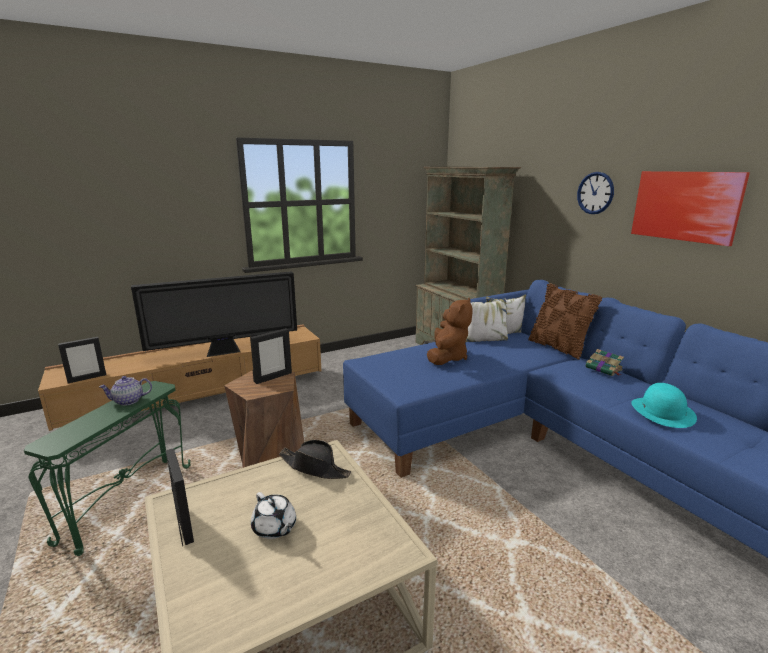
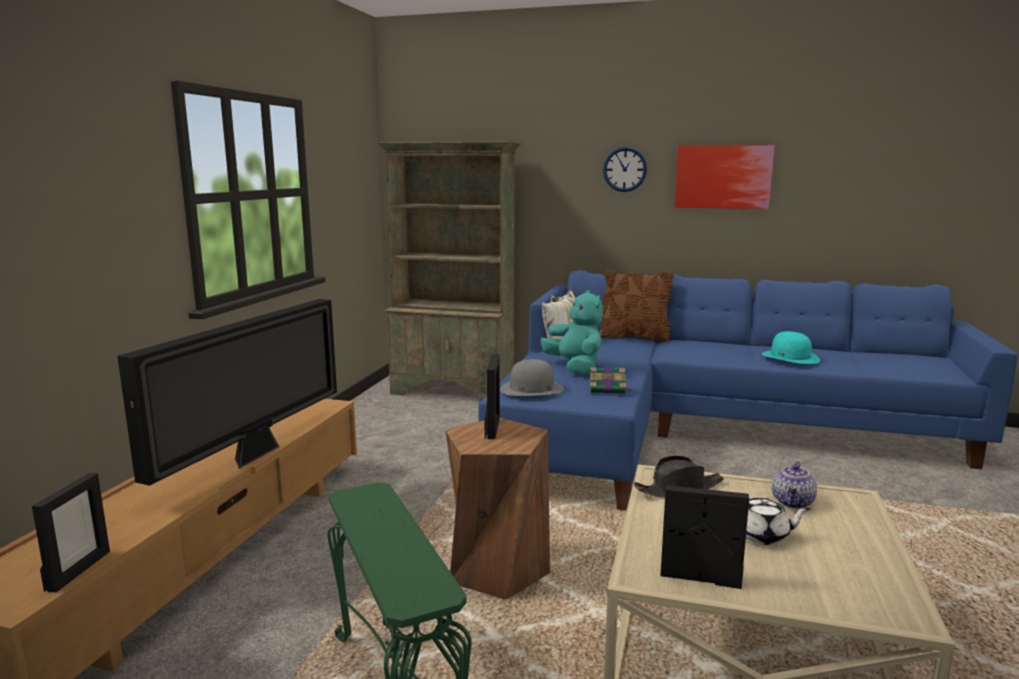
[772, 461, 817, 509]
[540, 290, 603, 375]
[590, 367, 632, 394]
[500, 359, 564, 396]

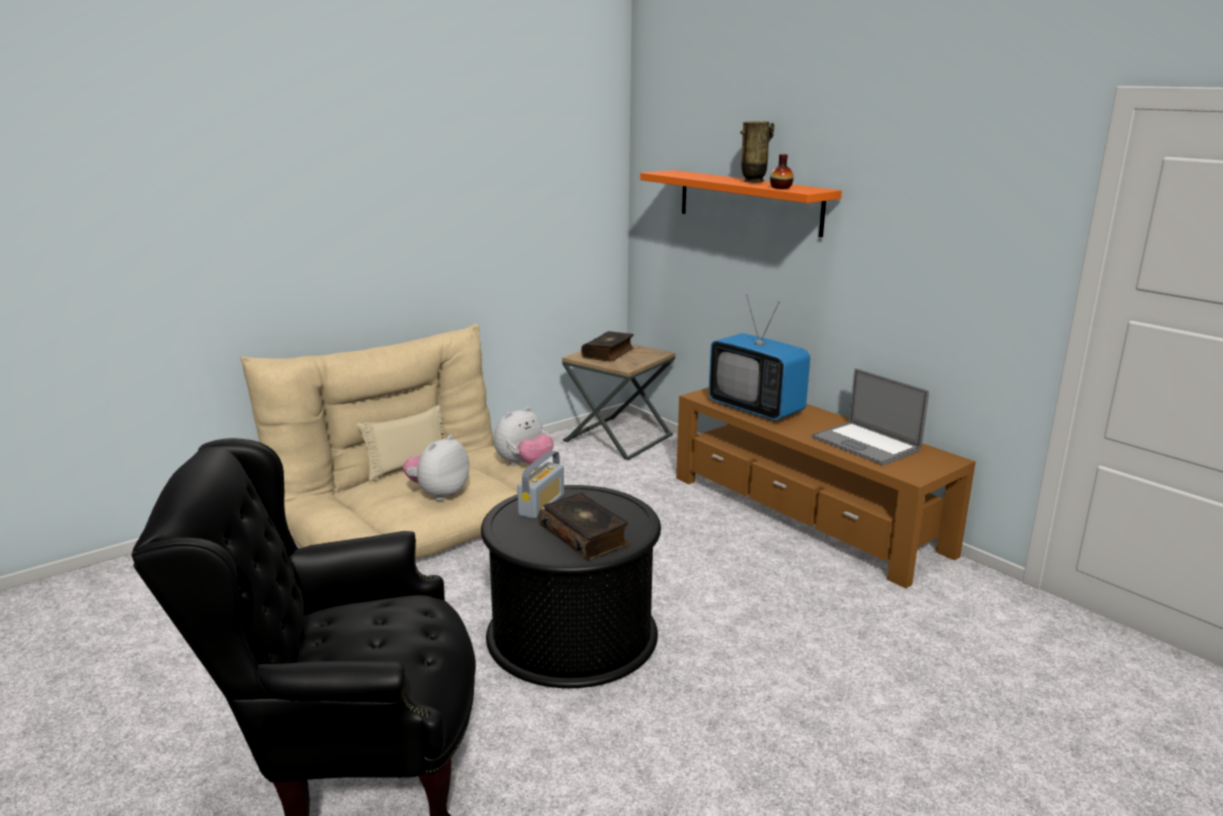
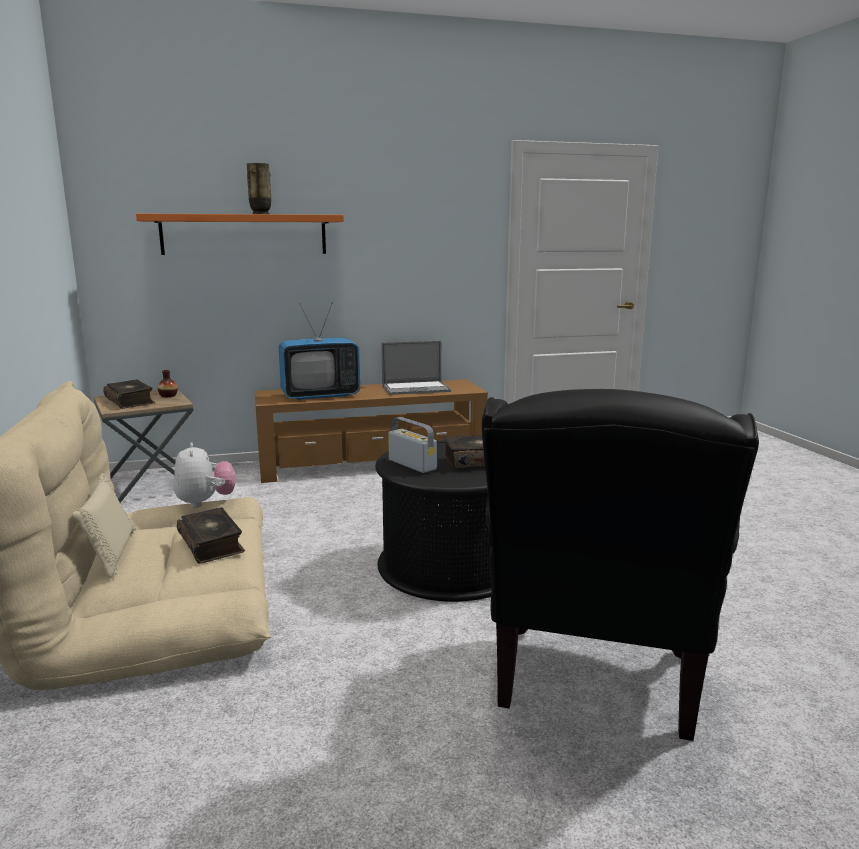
[177, 507, 245, 564]
[158, 370, 178, 397]

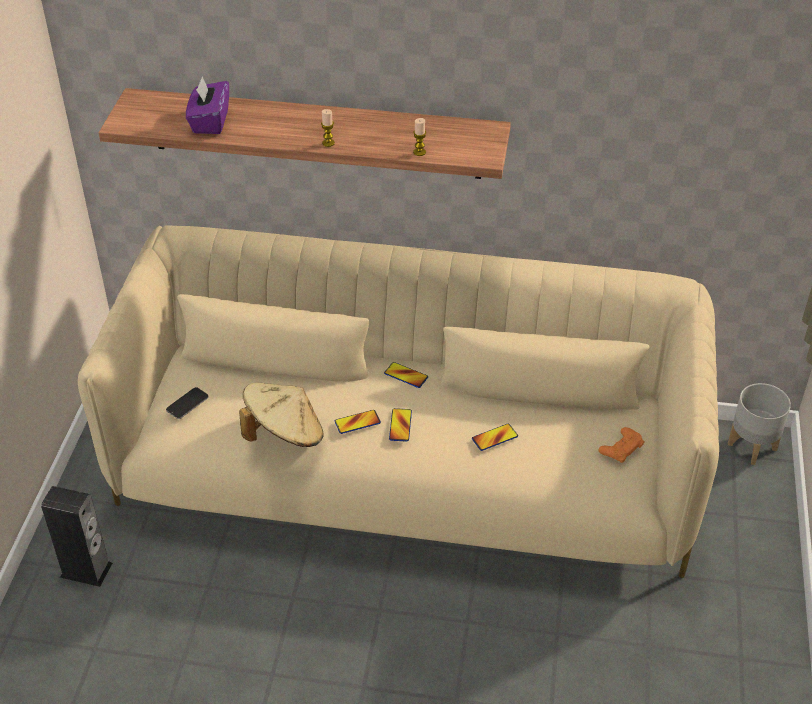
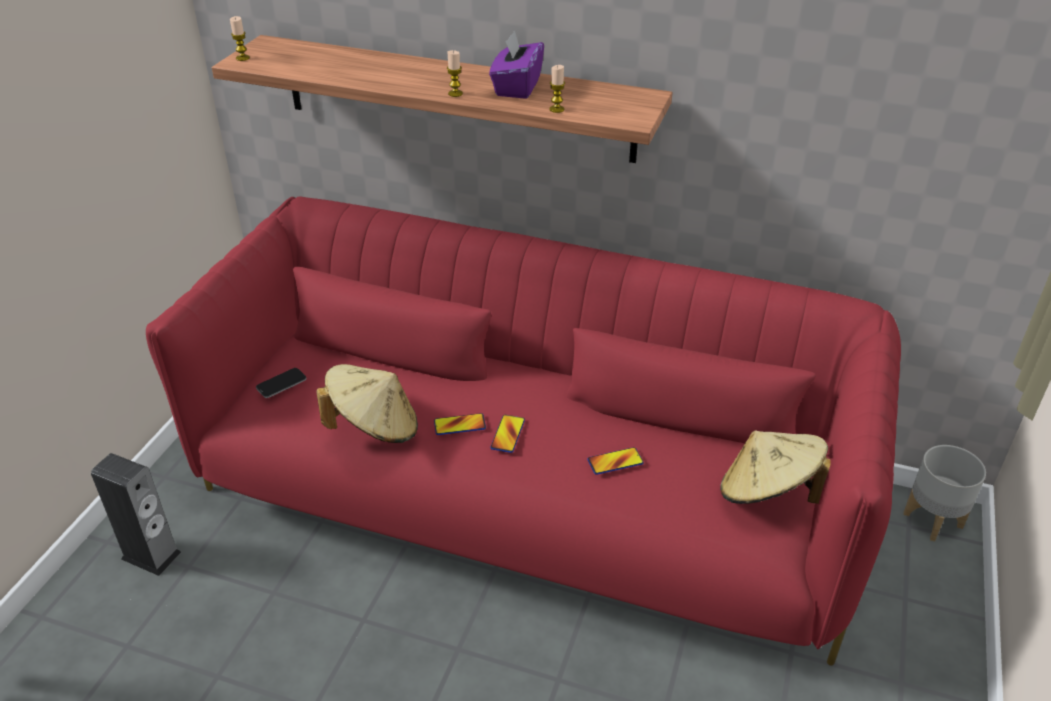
[146, 196, 901, 666]
[489, 30, 544, 99]
[384, 362, 428, 388] (first image)
[720, 430, 831, 504]
[230, 16, 250, 61]

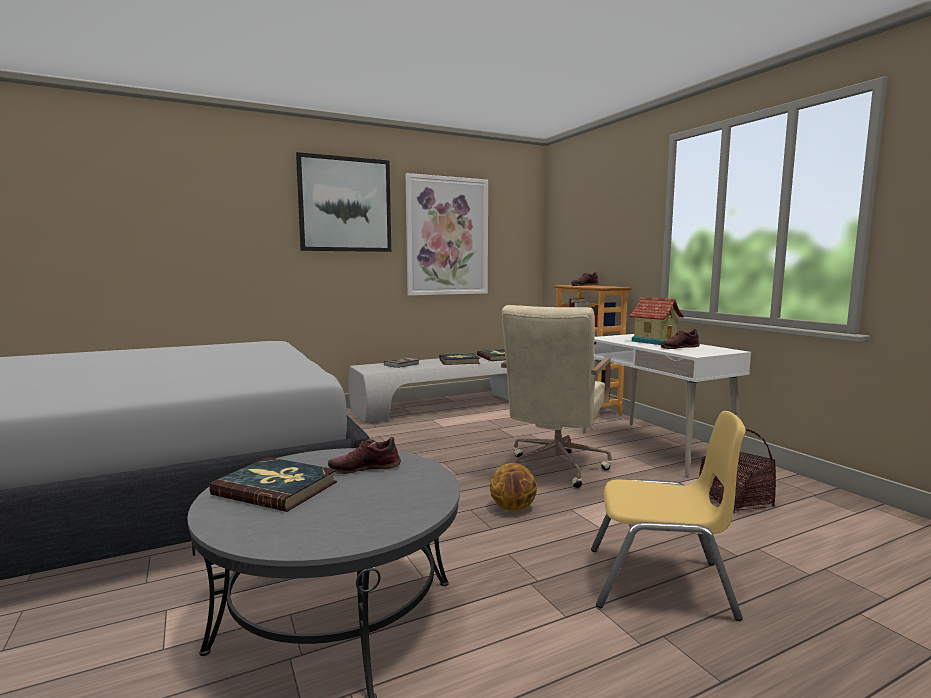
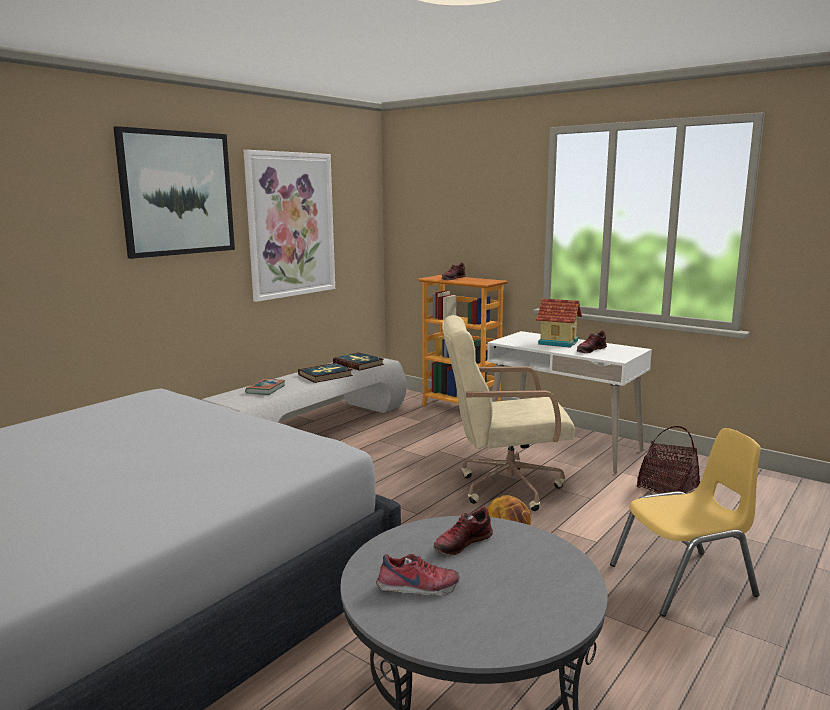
[376, 553, 460, 596]
[442, 315, 575, 511]

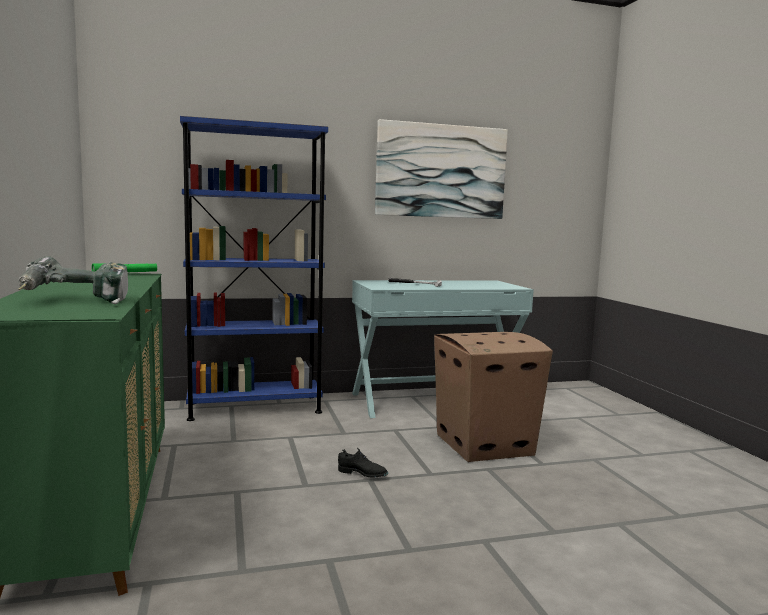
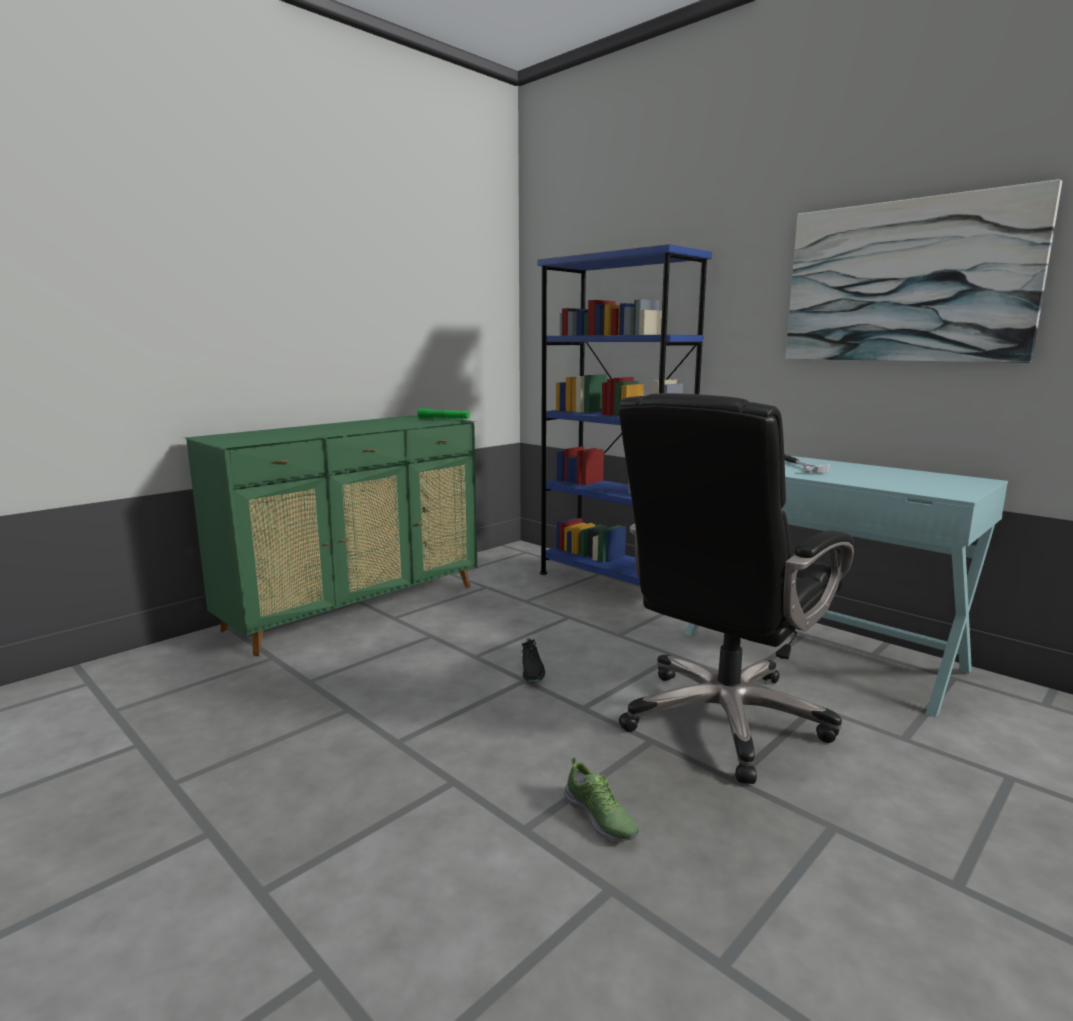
[18, 256, 128, 304] (first image)
[619, 393, 854, 784]
[564, 758, 639, 842]

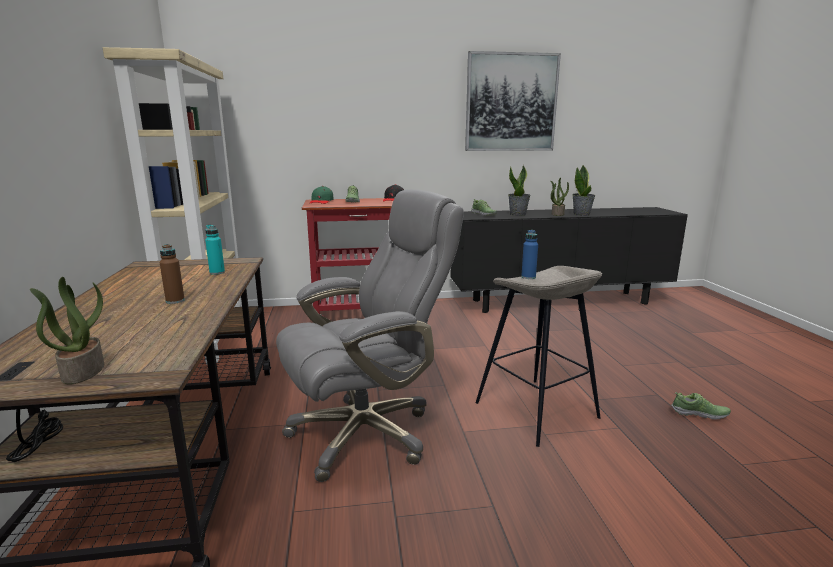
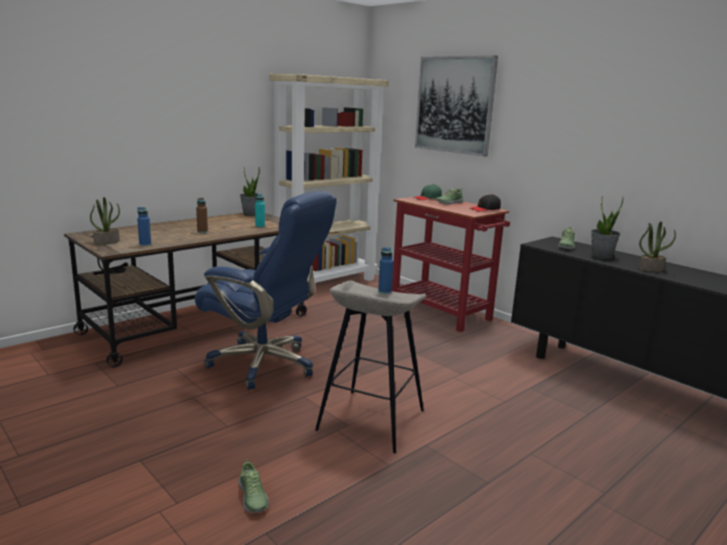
[195, 191, 337, 390]
[415, 56, 498, 157]
[240, 166, 260, 216]
[238, 459, 269, 513]
[137, 207, 151, 246]

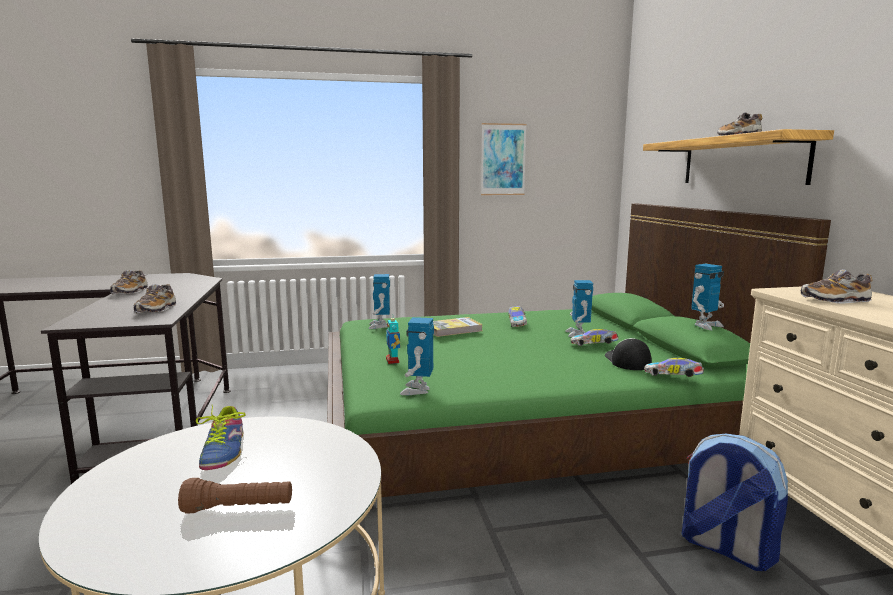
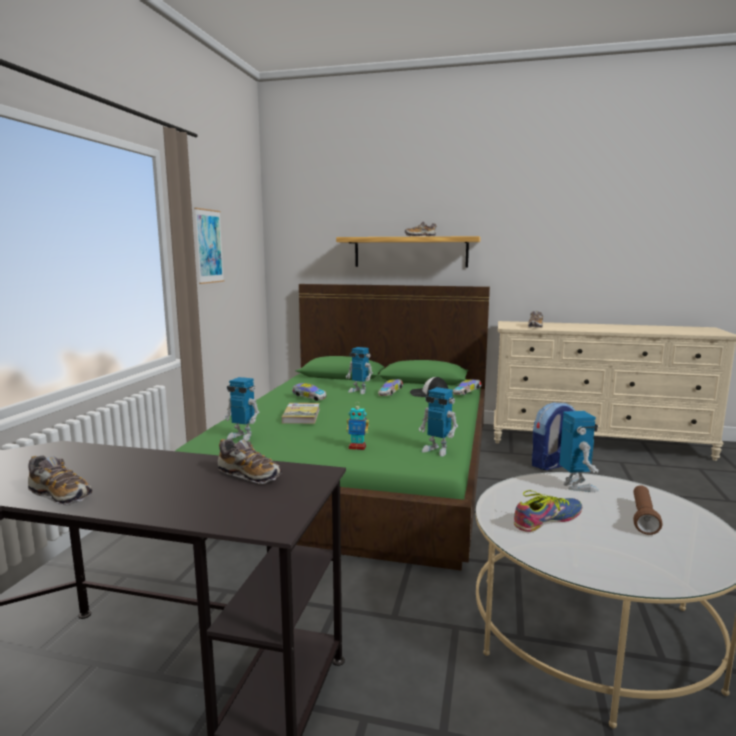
[514, 490, 582, 532]
[559, 411, 599, 492]

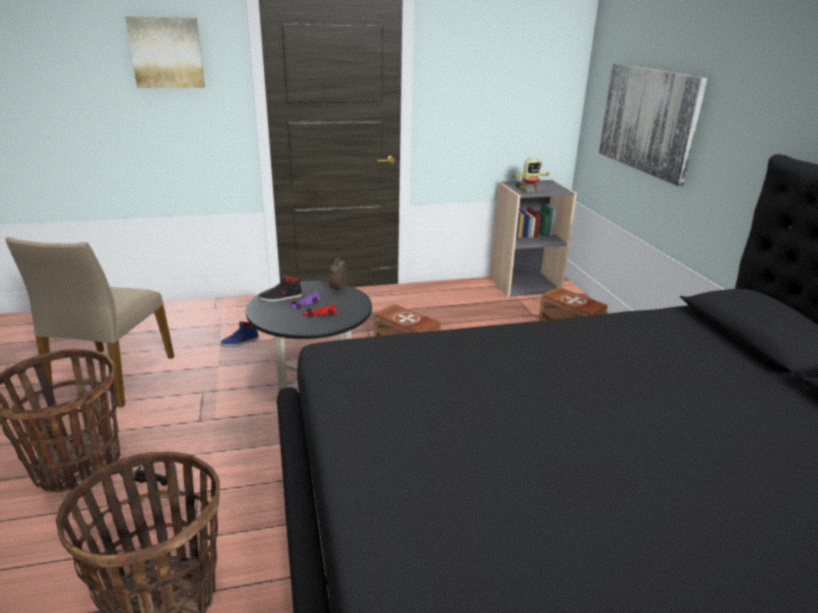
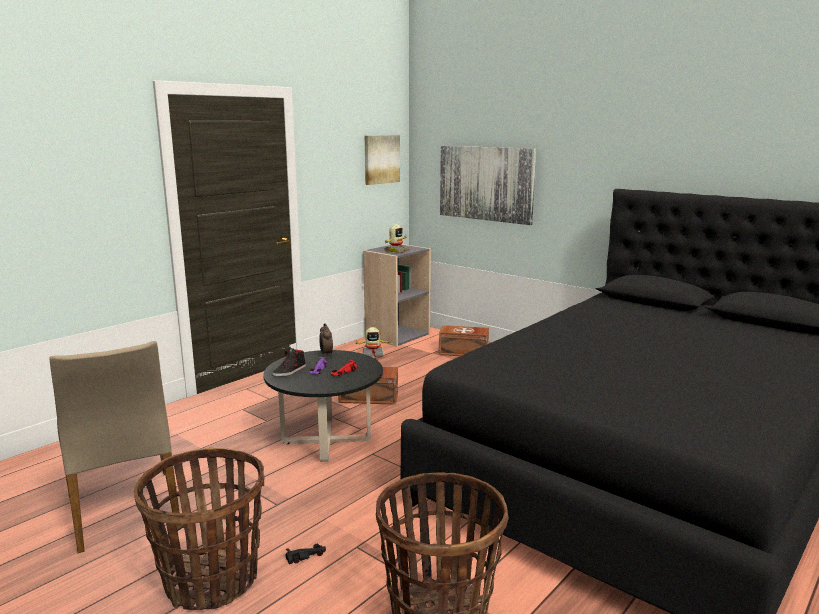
[365, 135, 400, 185]
[221, 321, 259, 347] (first image)
[356, 327, 390, 357]

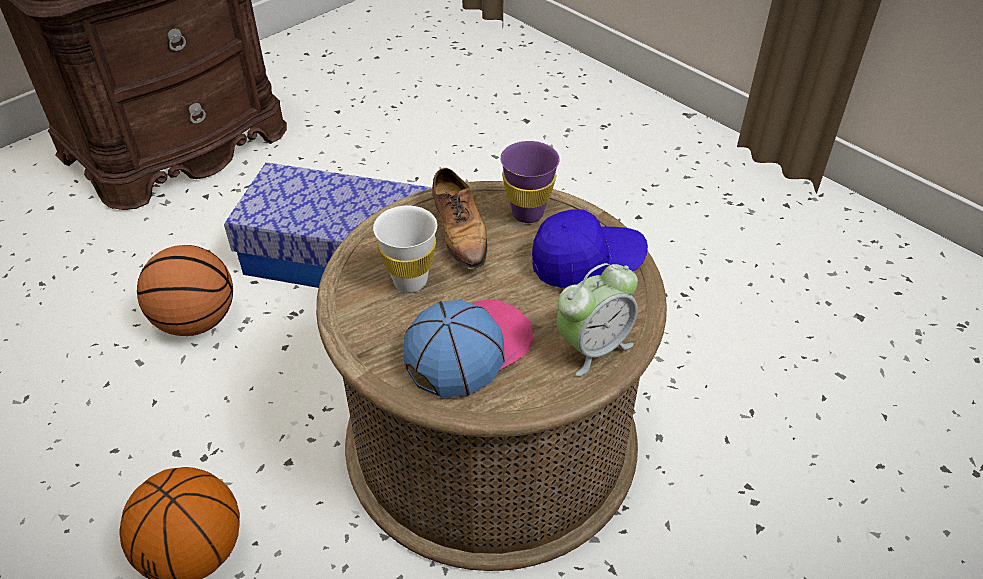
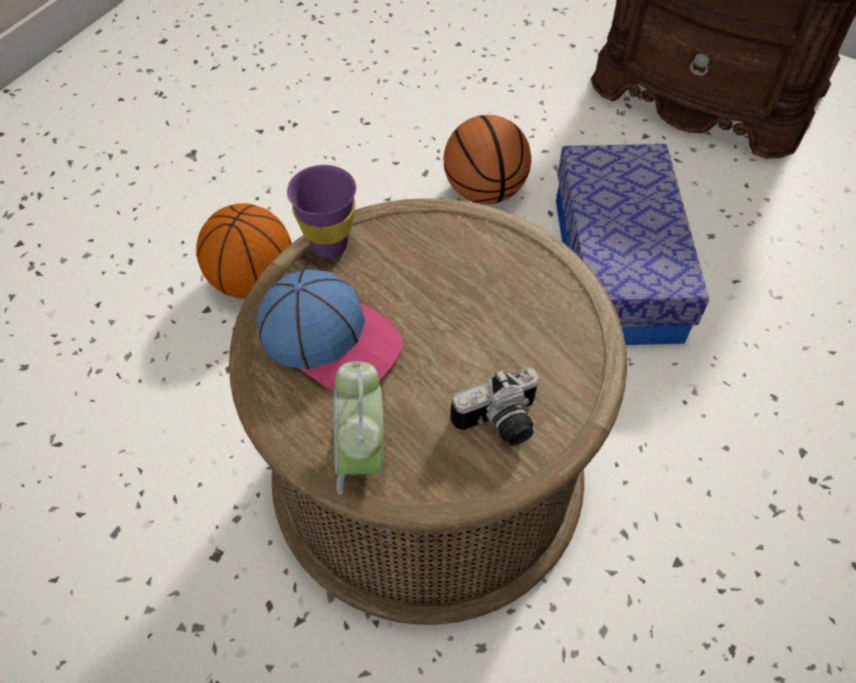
[373, 205, 437, 293] (first image)
[432, 168, 488, 269] (first image)
[287, 165, 356, 258]
[450, 367, 539, 446]
[334, 361, 384, 495]

